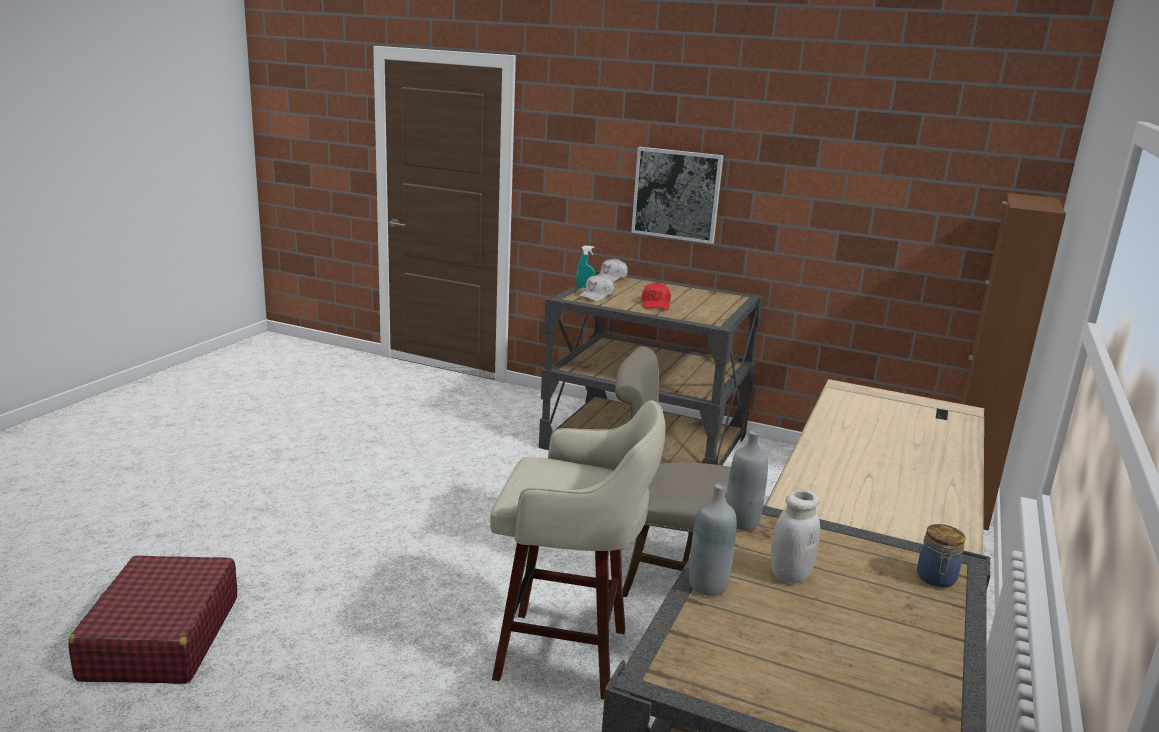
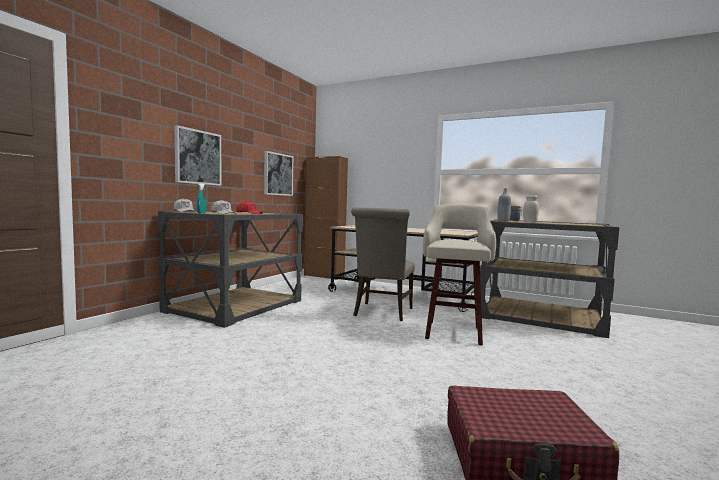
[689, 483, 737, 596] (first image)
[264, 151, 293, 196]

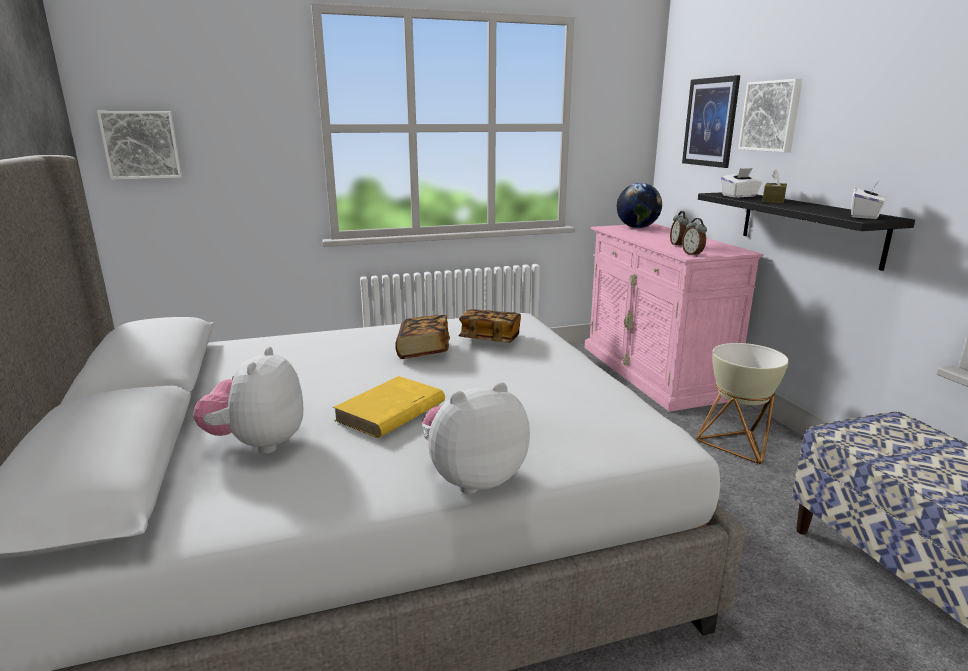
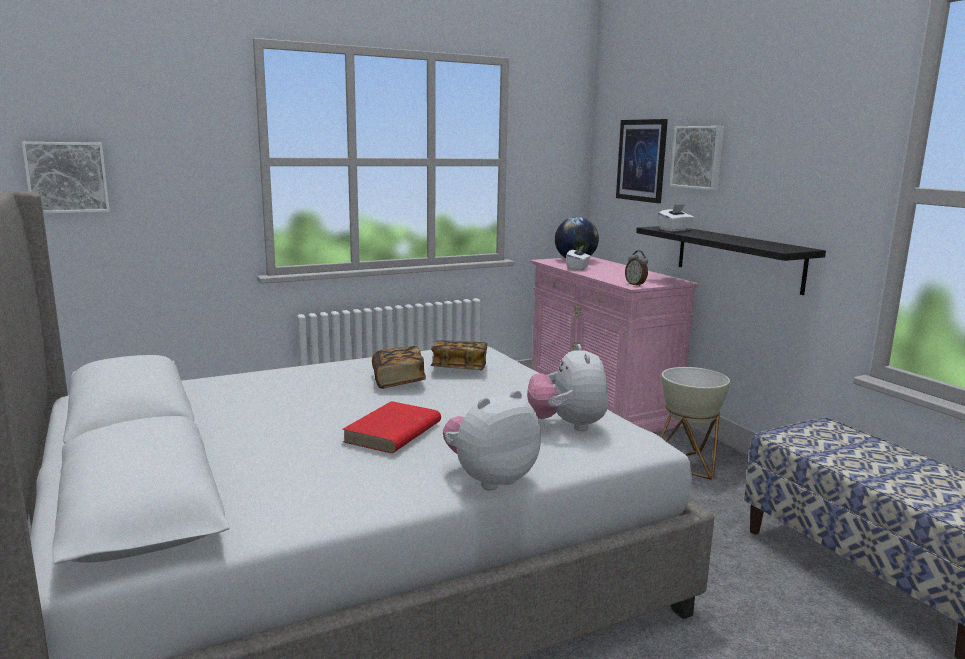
[527, 344, 608, 431]
[343, 401, 441, 453]
[670, 211, 689, 247] (first image)
[762, 169, 787, 203] (first image)
[566, 245, 591, 270]

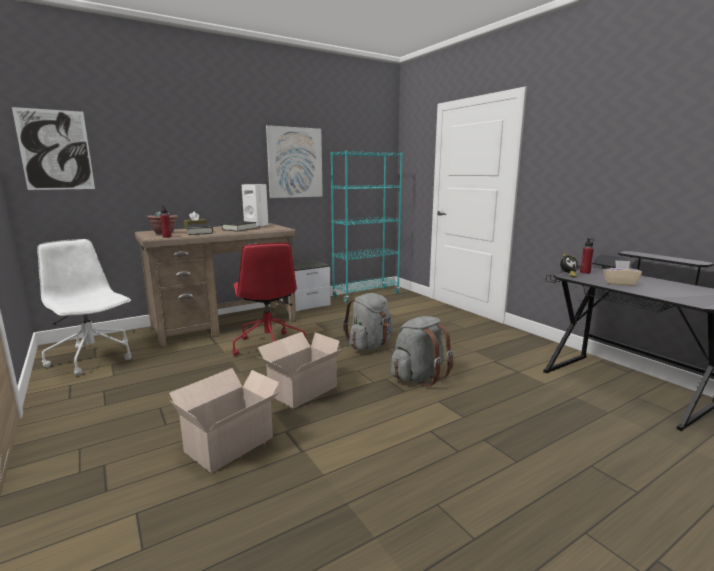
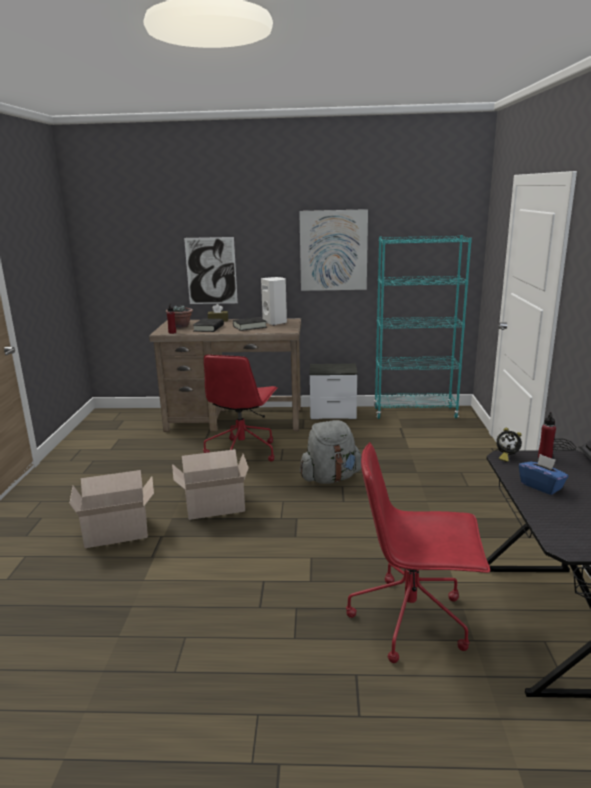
[184, 237, 238, 304]
[37, 239, 132, 376] (first image)
[391, 316, 454, 387] (first image)
[519, 454, 569, 495]
[346, 442, 490, 663]

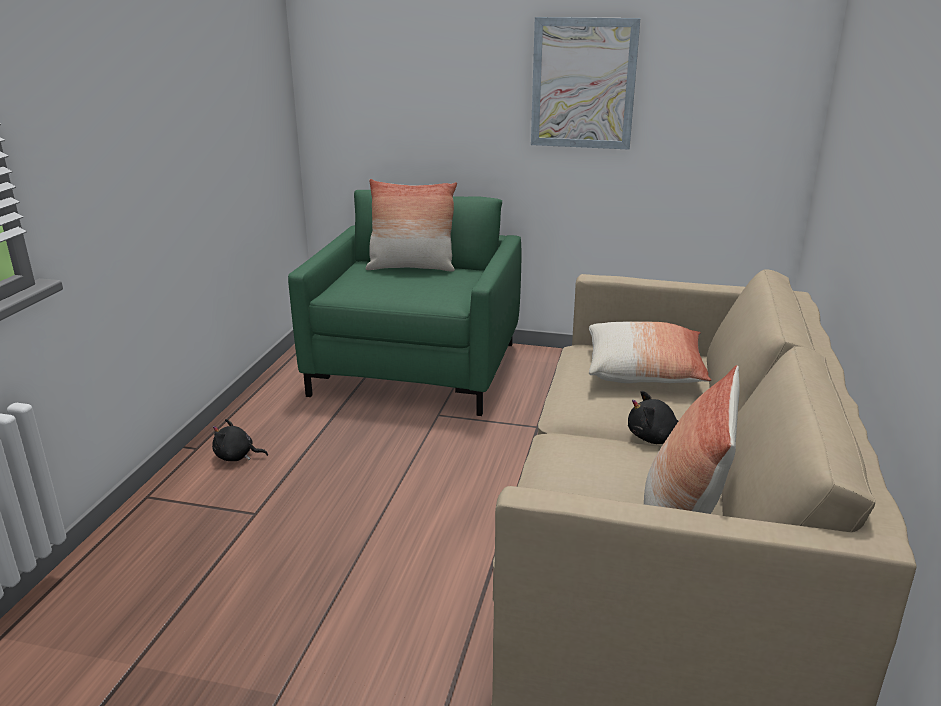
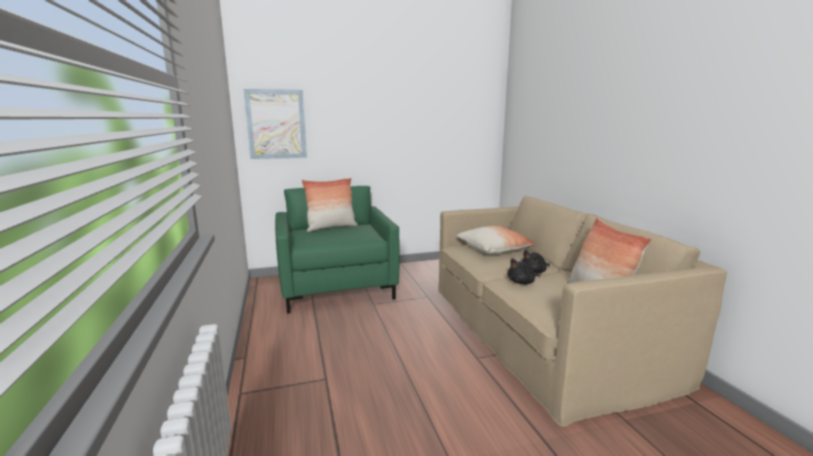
[508, 258, 540, 284]
[244, 89, 307, 159]

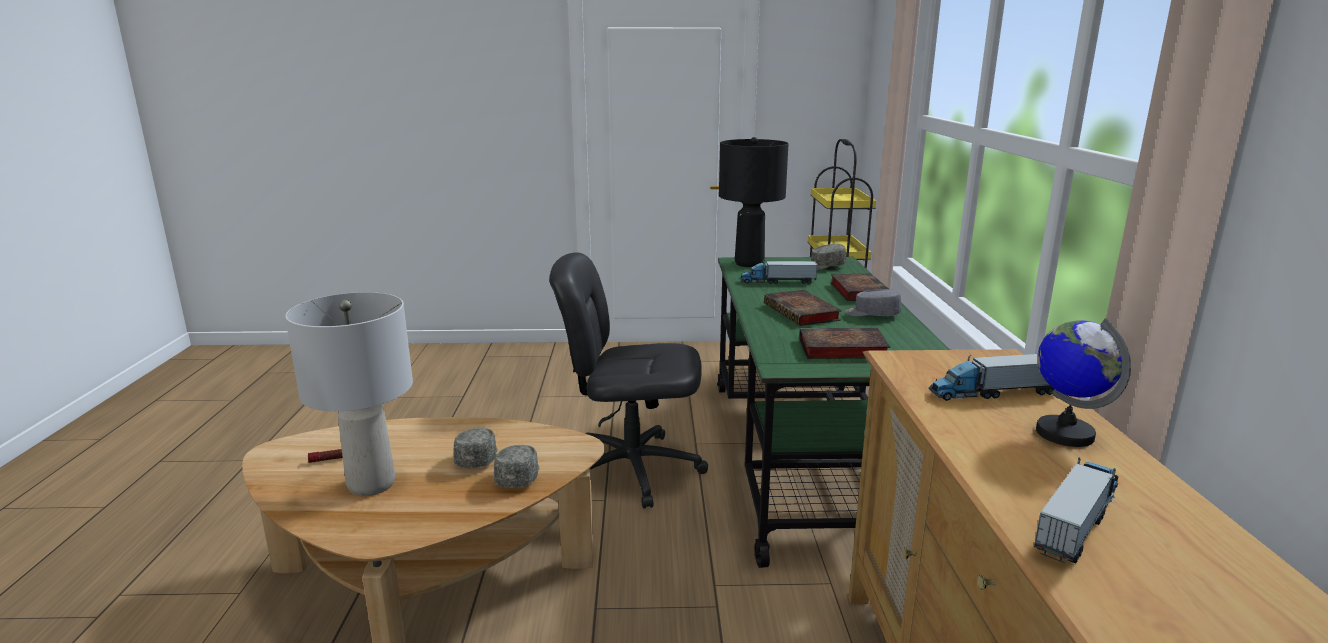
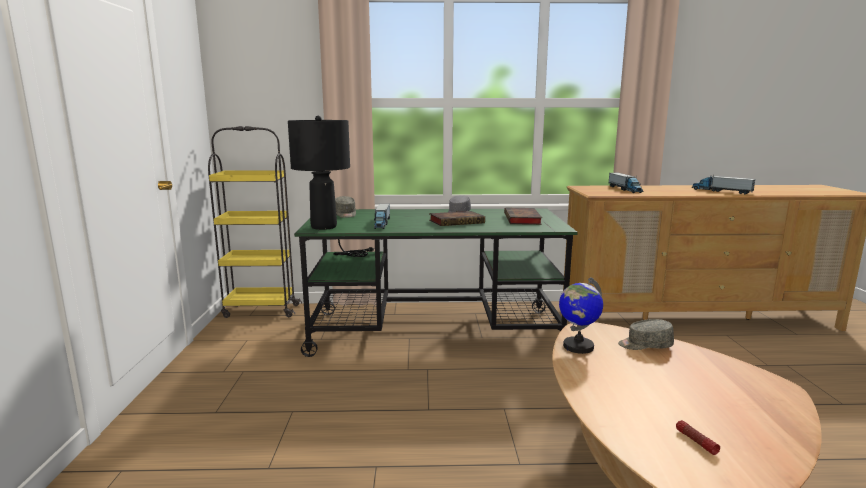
[285, 292, 413, 496] (first image)
[453, 428, 498, 468] (first image)
[549, 253, 708, 509] (first image)
[831, 273, 889, 301] (first image)
[559, 277, 603, 354]

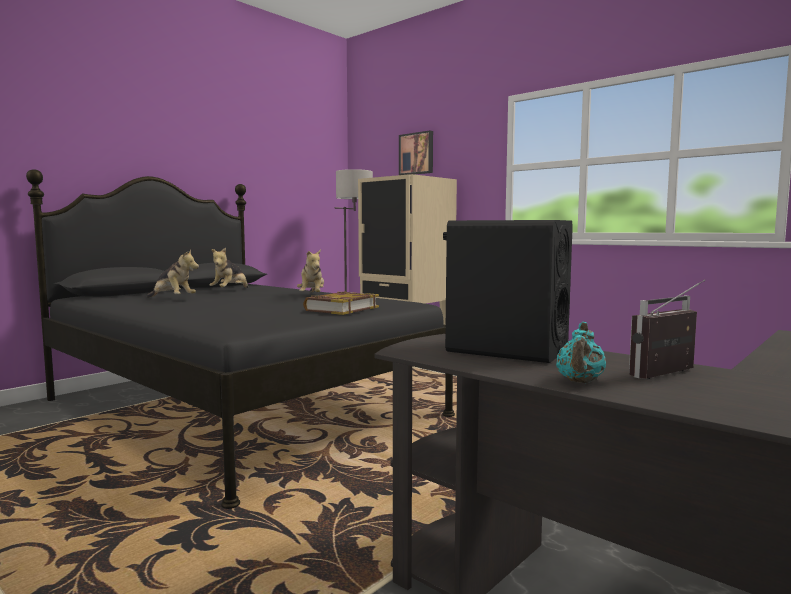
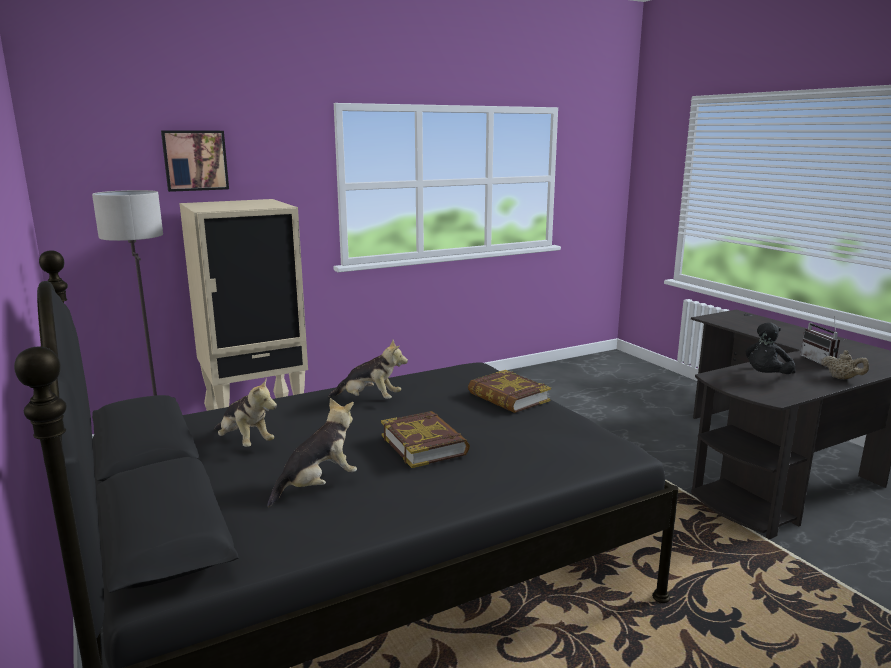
[745, 322, 796, 374]
[821, 350, 869, 380]
[381, 411, 470, 468]

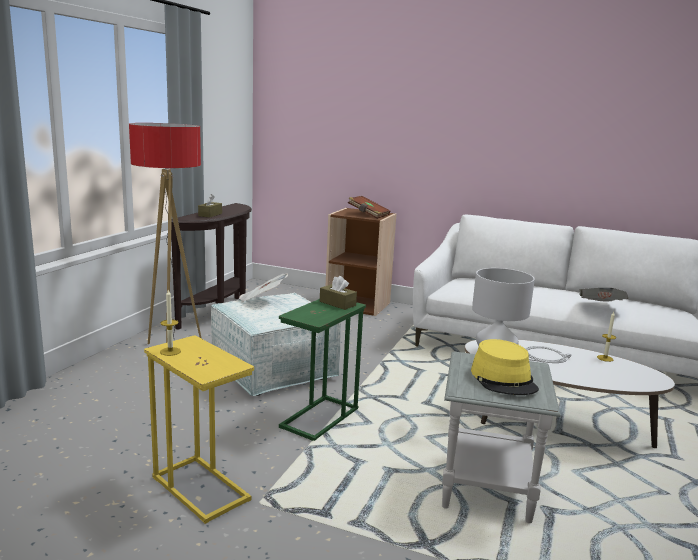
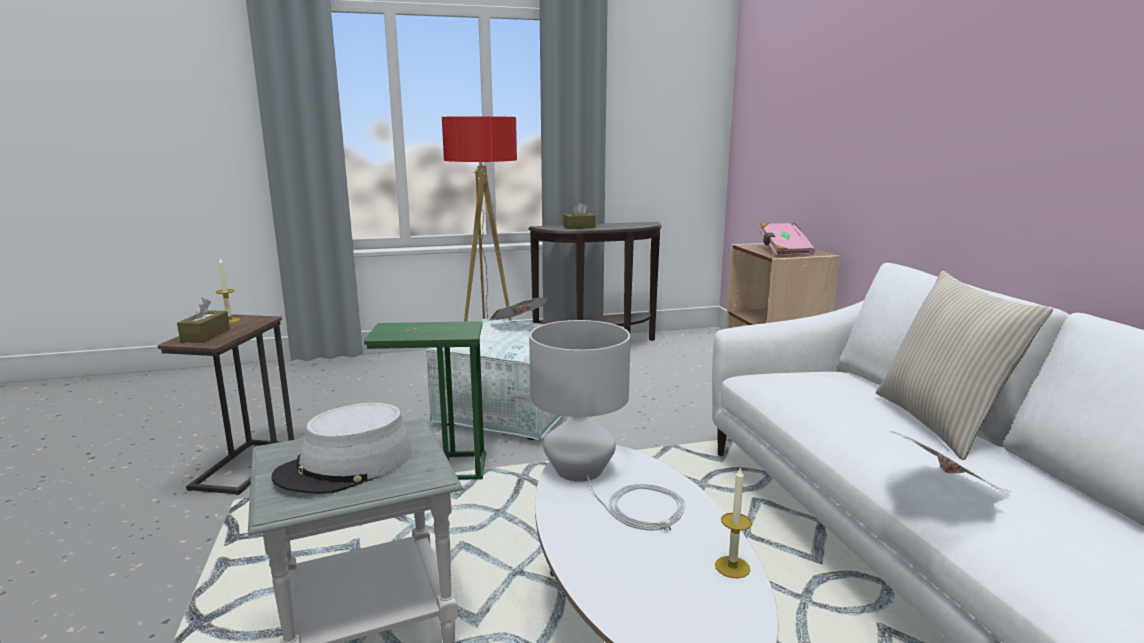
[157, 314, 294, 495]
[177, 298, 230, 343]
[759, 223, 815, 256]
[271, 403, 412, 494]
[876, 271, 1053, 460]

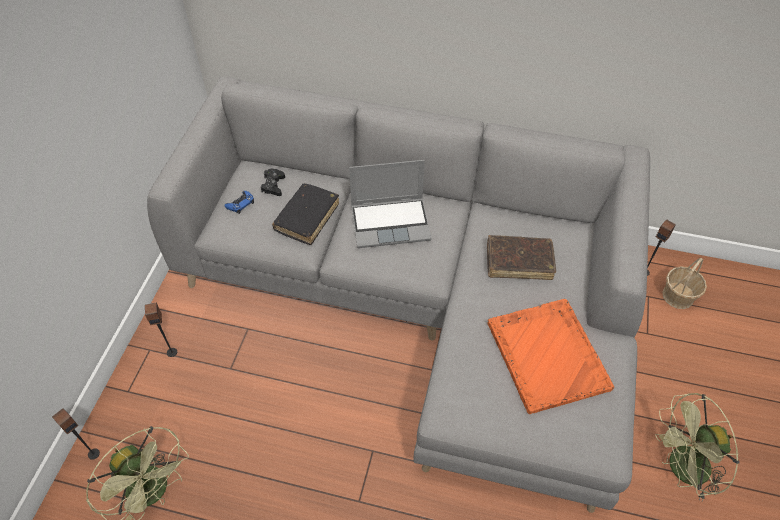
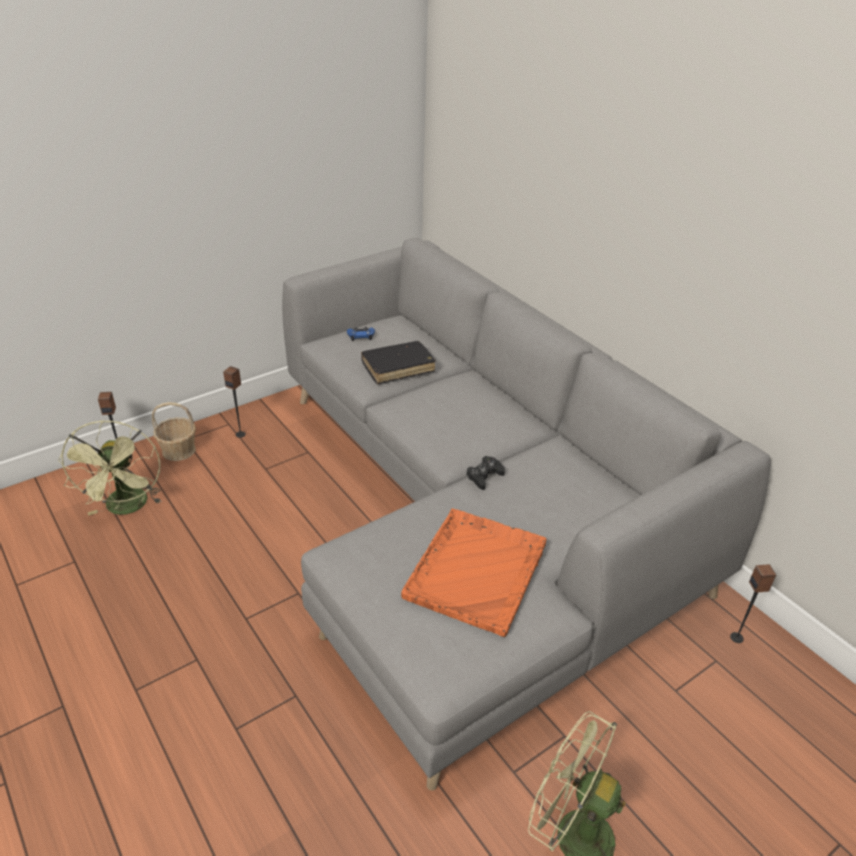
[466, 456, 505, 490]
[349, 160, 432, 248] (first image)
[487, 235, 556, 280] (first image)
[152, 402, 196, 461]

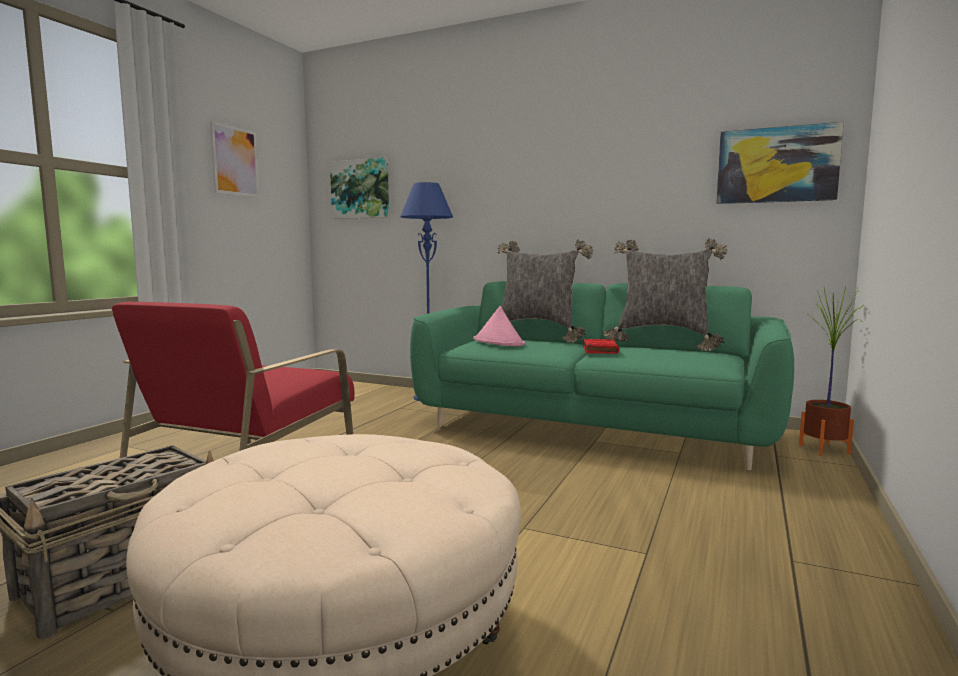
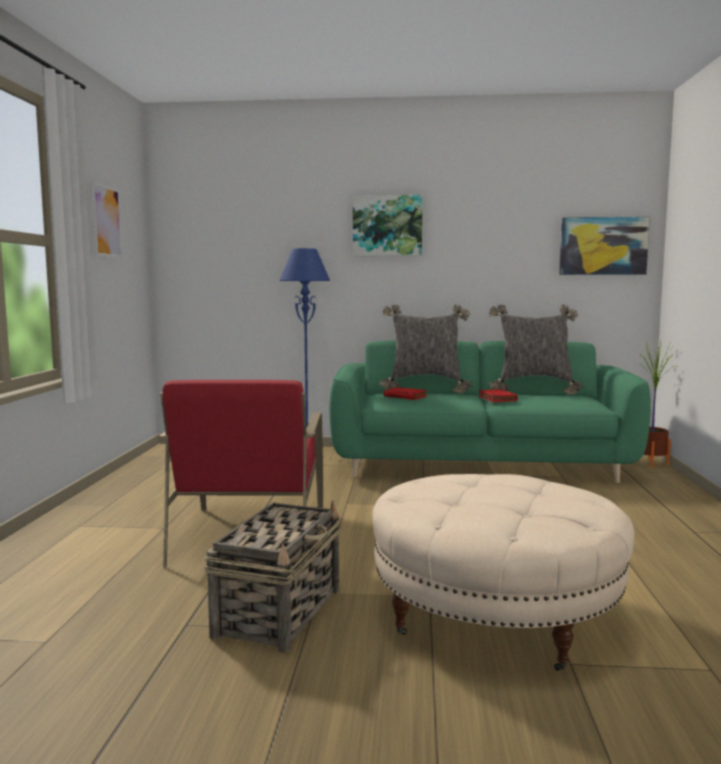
[353, 195, 422, 256]
[384, 387, 427, 400]

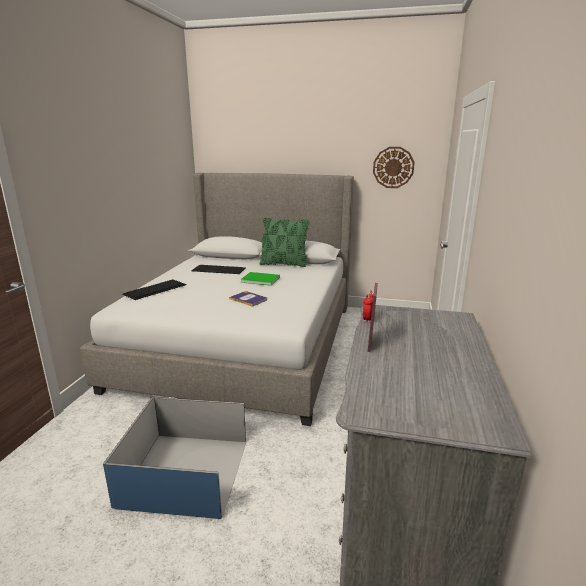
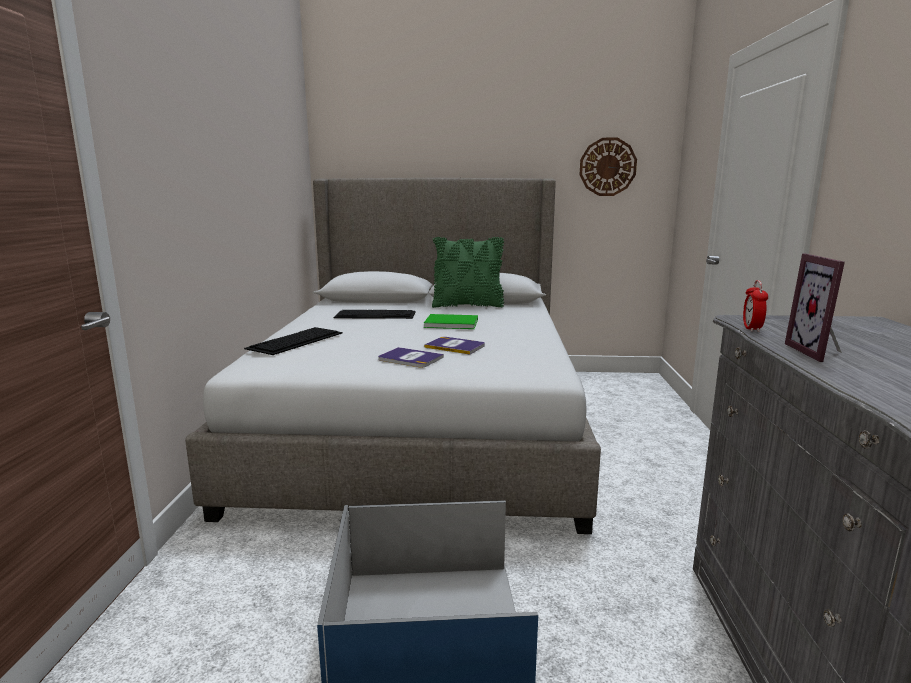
[378, 347, 444, 368]

